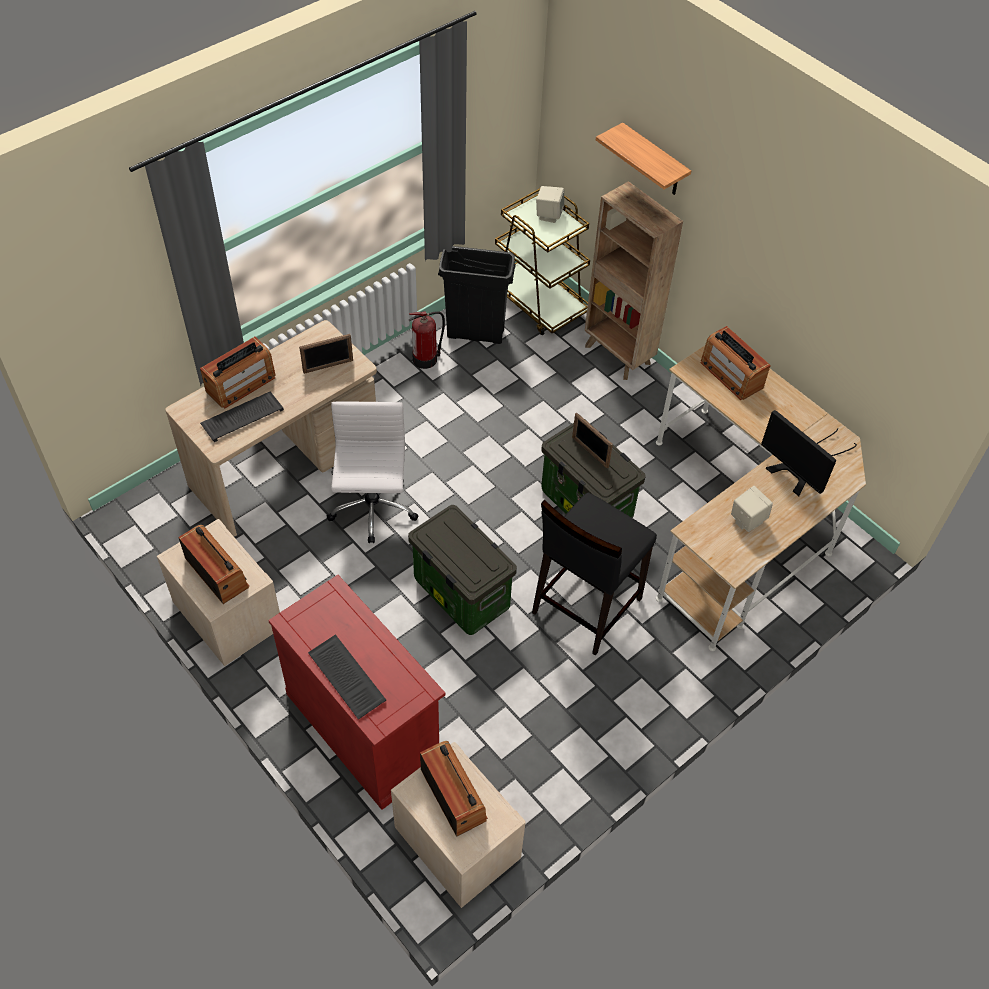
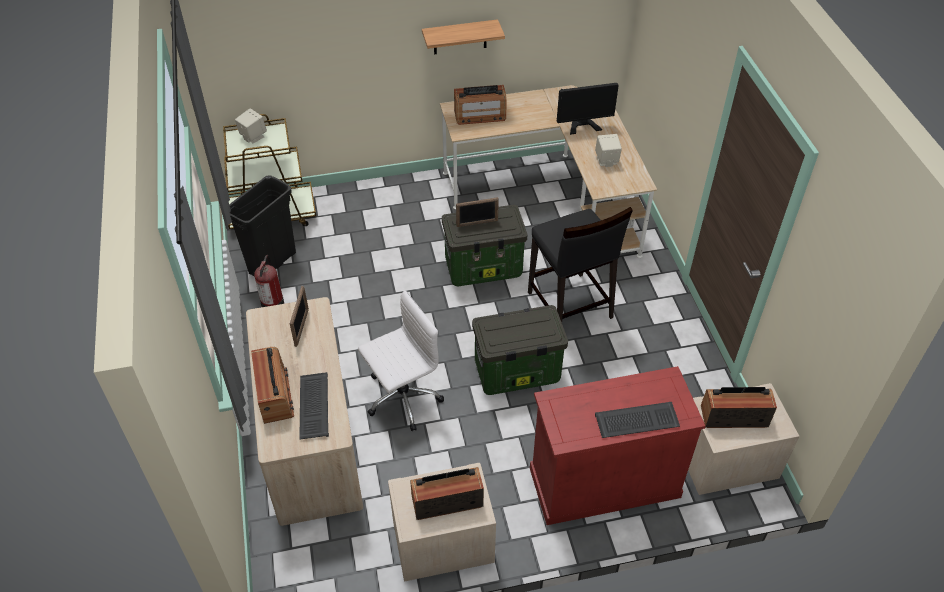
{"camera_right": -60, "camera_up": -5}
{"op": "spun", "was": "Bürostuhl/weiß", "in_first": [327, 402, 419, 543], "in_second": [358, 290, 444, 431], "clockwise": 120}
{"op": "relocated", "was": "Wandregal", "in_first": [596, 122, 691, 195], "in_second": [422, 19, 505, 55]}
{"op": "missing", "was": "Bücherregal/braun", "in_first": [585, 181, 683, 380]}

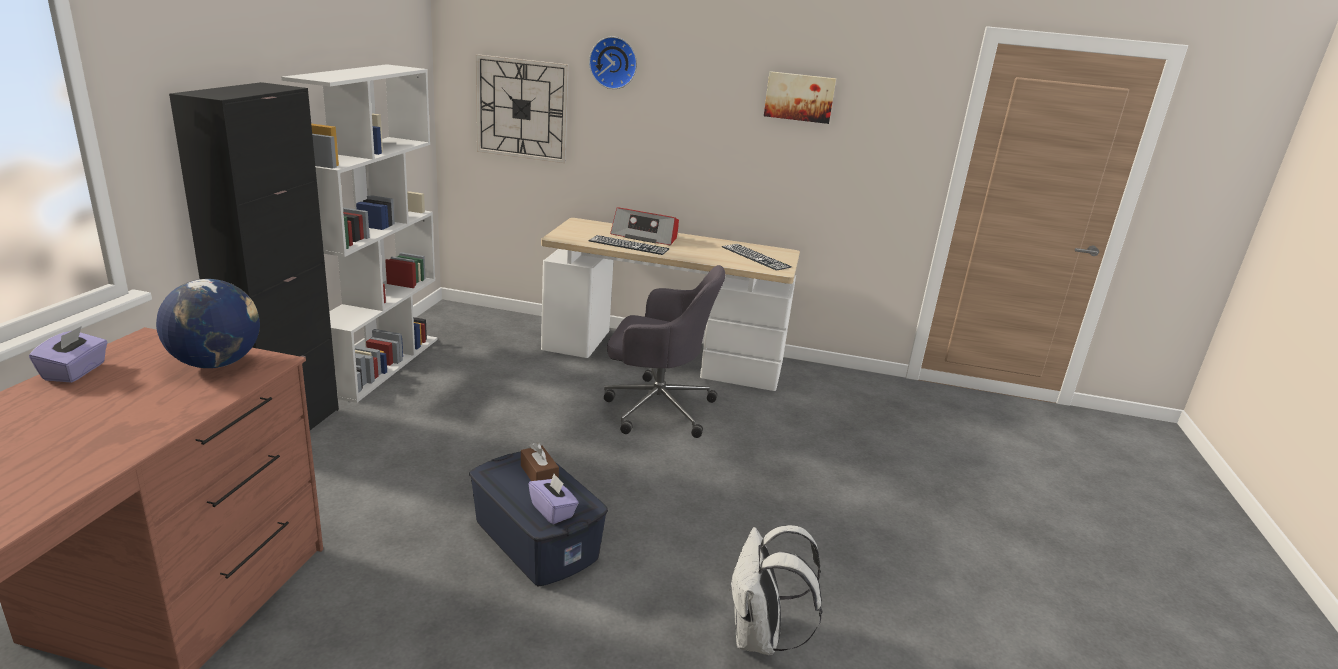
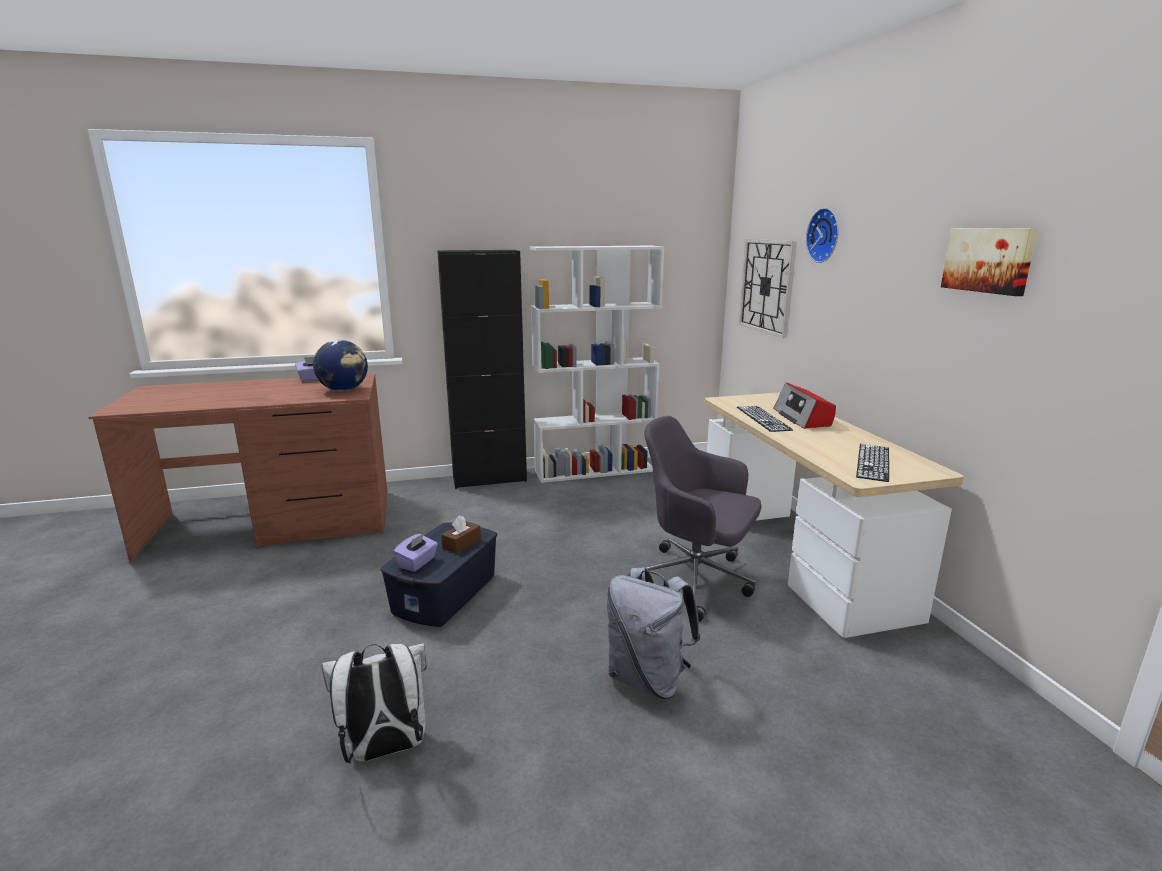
{"camera_right": 65, "camera_up": -5}
{"op": "appeared", "now": "Rucksack/grau", "in_second": [607, 567, 700, 699]}
{"op": "spun", "was": "Bürostuhl/grau", "in_first": [604, 265, 725, 438], "in_second": [628, 416, 762, 622], "clockwise": 135}

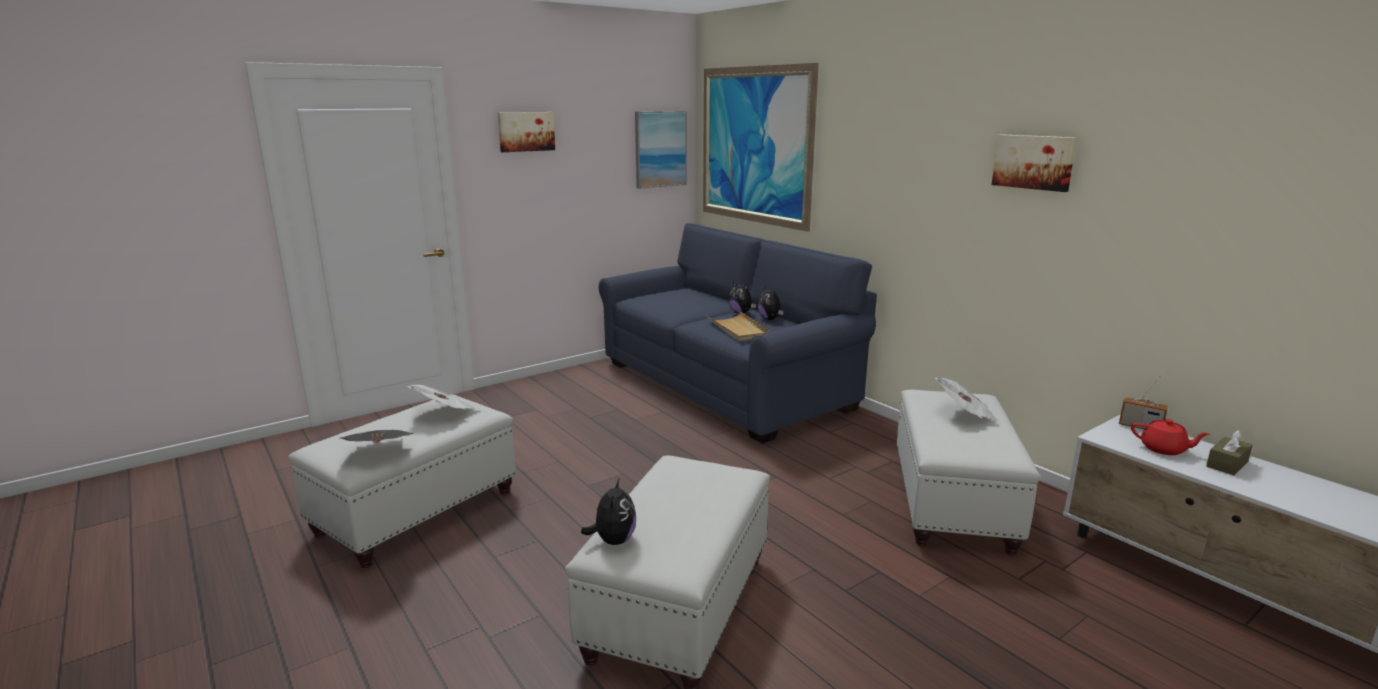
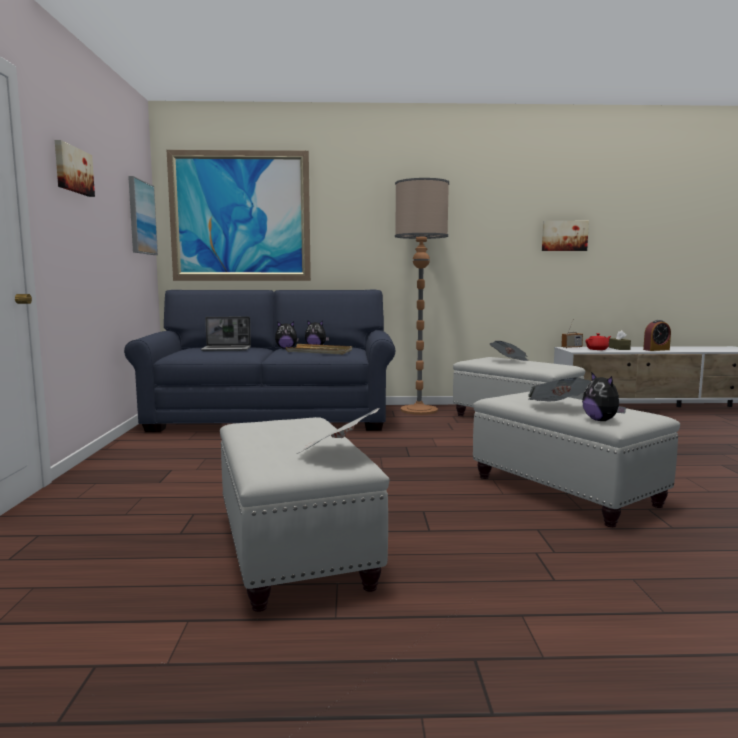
{"camera_right": -55, "camera_up": -10}
{"op": "appeared", "now": "Laptop", "in_second": [200, 317, 251, 351]}
{"op": "appeared", "now": "Stehlampe", "in_second": [395, 178, 449, 415]}
{"op": "relocated", "was": "Zeitung", "in_first": [406, 385, 480, 410], "in_second": [528, 377, 591, 402]}
{"op": "relocated", "was": "Bild", "in_first": [992, 135, 1077, 192], "in_second": [542, 221, 589, 251]}
{"op": "spun", "was": "Plüschtier", "in_first": [581, 477, 636, 545], "in_second": [582, 372, 626, 421], "clockwise": -150}
{"op": "appeared", "now": "Wecker", "in_second": [643, 320, 671, 351]}

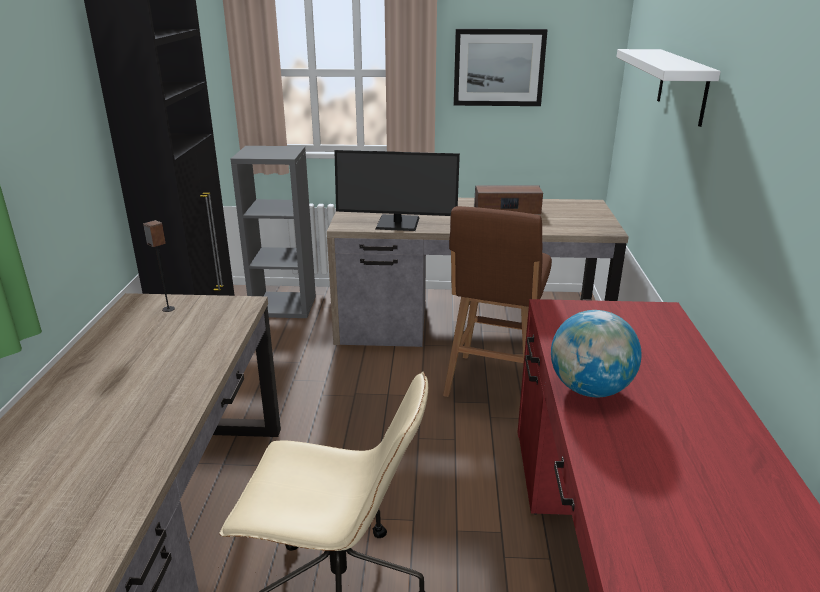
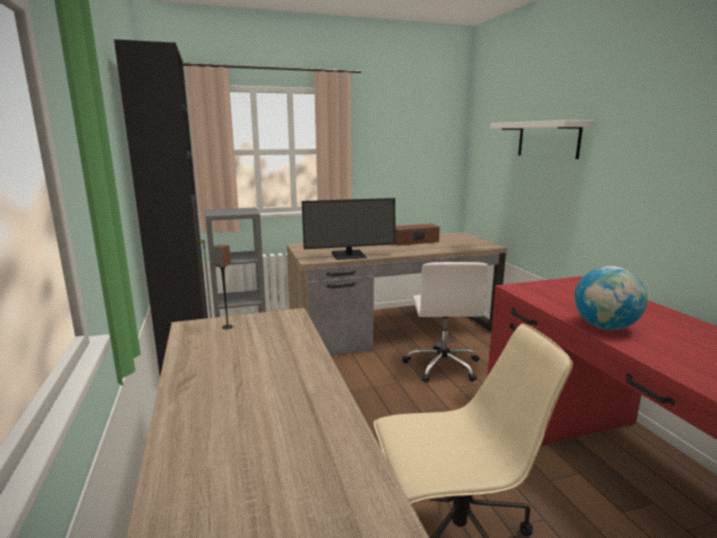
{"camera_right": -20, "camera_up": -10}
{"op": "exchanged", "was": "Hocker/braun", "now": "Bürostuhl/weiß", "in_first": [443, 206, 552, 397], "in_second": [402, 262, 488, 382]}
{"op": "missing", "was": "Bild", "in_first": [454, 29, 548, 106]}

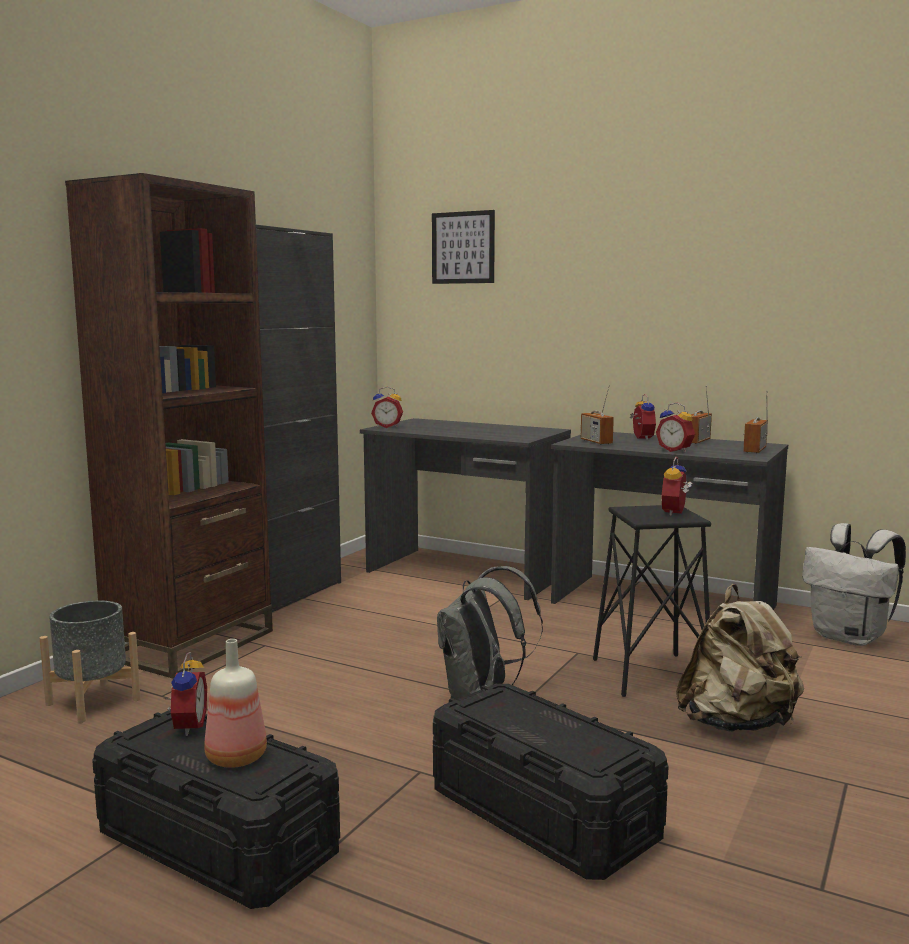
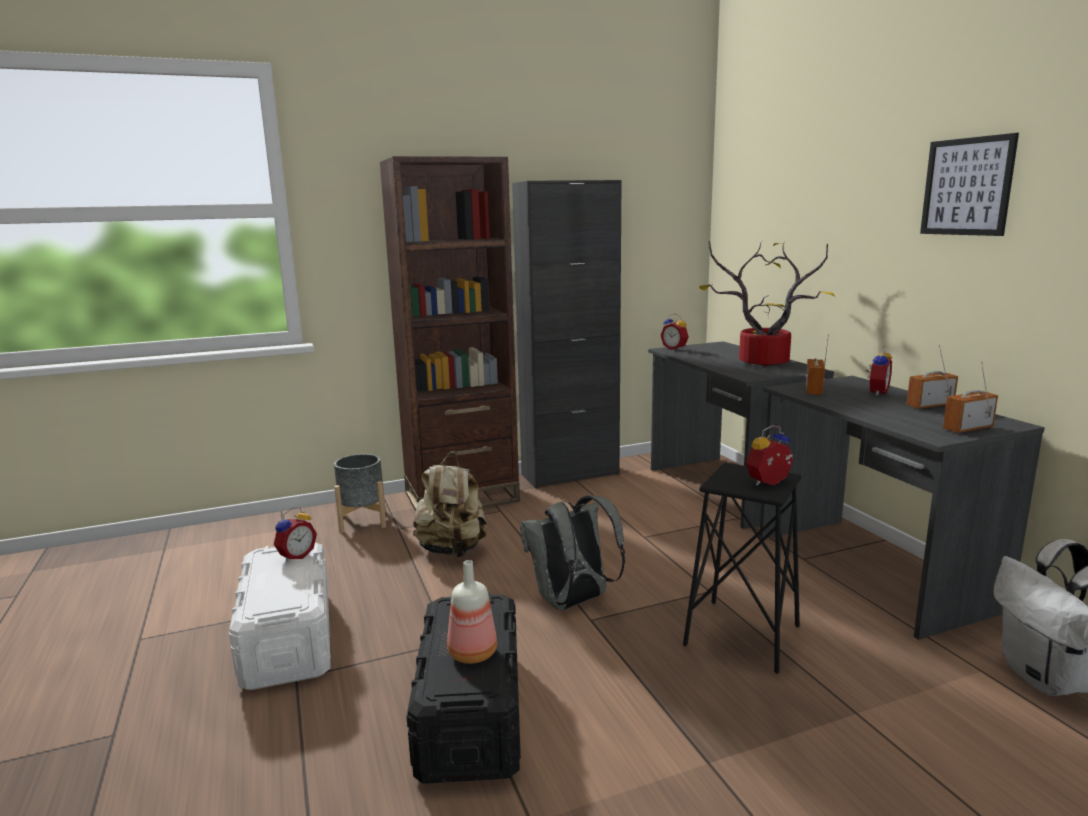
{"camera_right": 40, "camera_up": 5}
{"op": "colour", "was": "Aufbewahrungsbox/schwarz", "now": "Aufbewahrungsbox/weiß", "in_first": [92, 710, 340, 909], "in_second": [229, 543, 331, 690]}
{"op": "relocated", "was": "Rucksack/beige", "in_first": [676, 584, 804, 732], "in_second": [413, 454, 487, 557]}
{"op": "relocated", "was": "Flasche", "in_first": [204, 639, 267, 768], "in_second": [447, 560, 497, 664]}
{"op": "appeared", "now": "Topfpflanze", "in_second": [699, 241, 835, 366]}
{"op": "relocated", "was": "Bild", "in_first": [432, 210, 495, 284], "in_second": [920, 133, 1019, 236]}
{"op": "missing", "was": "Wecker", "in_first": [656, 402, 695, 453]}

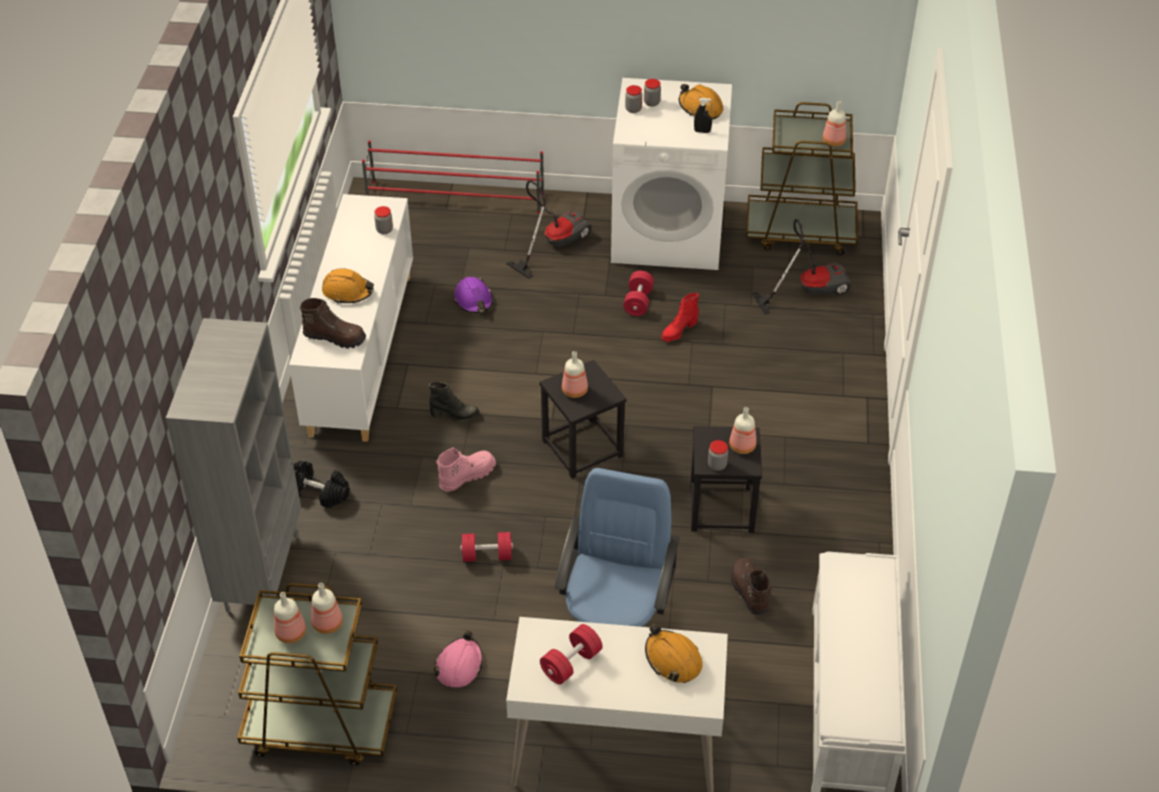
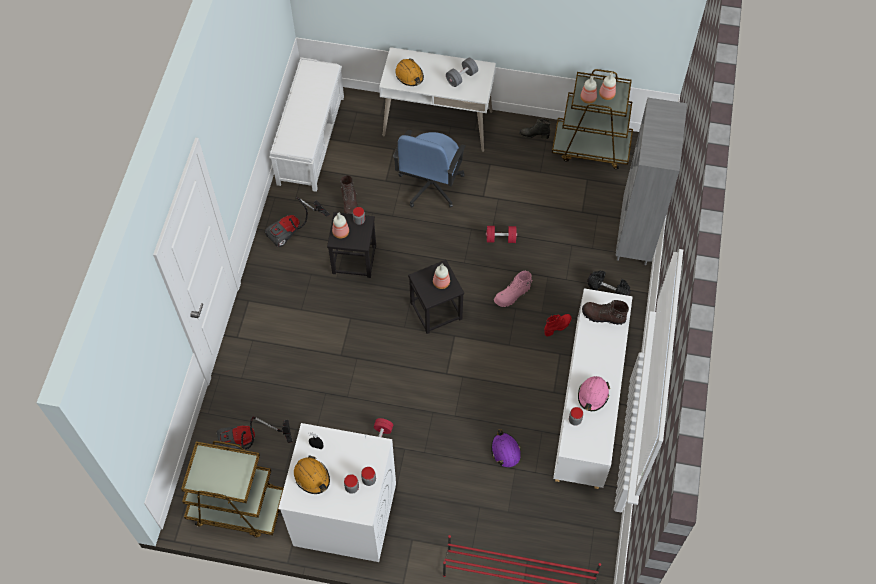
{"camera_right": -175, "camera_up": 15}
{"op": "relocated", "was": "Staubsauger", "in_first": [507, 180, 592, 279], "in_second": [265, 197, 330, 248]}
{"op": "colour", "was": "Hantel/rot", "now": "Hantel/grau", "in_first": [540, 624, 603, 684], "in_second": [446, 58, 478, 87]}
{"op": "relocated", "was": "Stiefel/schwarz", "in_first": [429, 381, 480, 422], "in_second": [519, 119, 551, 139]}
{"op": "relocated", "was": "Stiefel/rot", "in_first": [661, 293, 699, 342], "in_second": [544, 314, 572, 336]}
{"op": "relocated", "was": "Schutzhelm/rosa", "in_first": [434, 630, 483, 688], "in_second": [578, 376, 610, 411]}
{"op": "missing", "was": "Schutzhelm/orange", "in_first": [322, 269, 374, 304]}
{"op": "missing", "was": "Flasche", "in_first": [823, 101, 846, 147]}

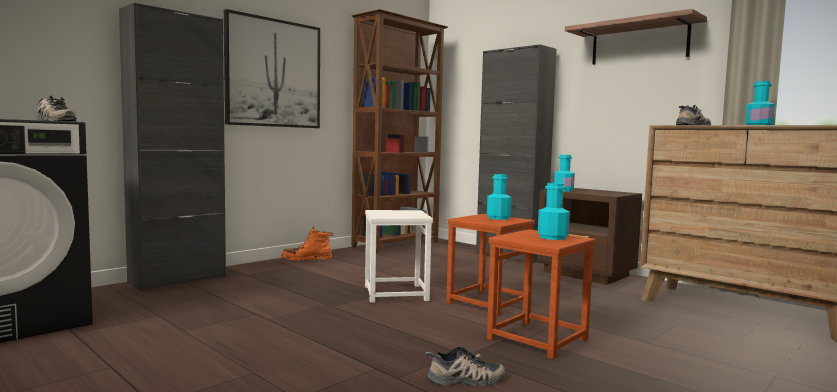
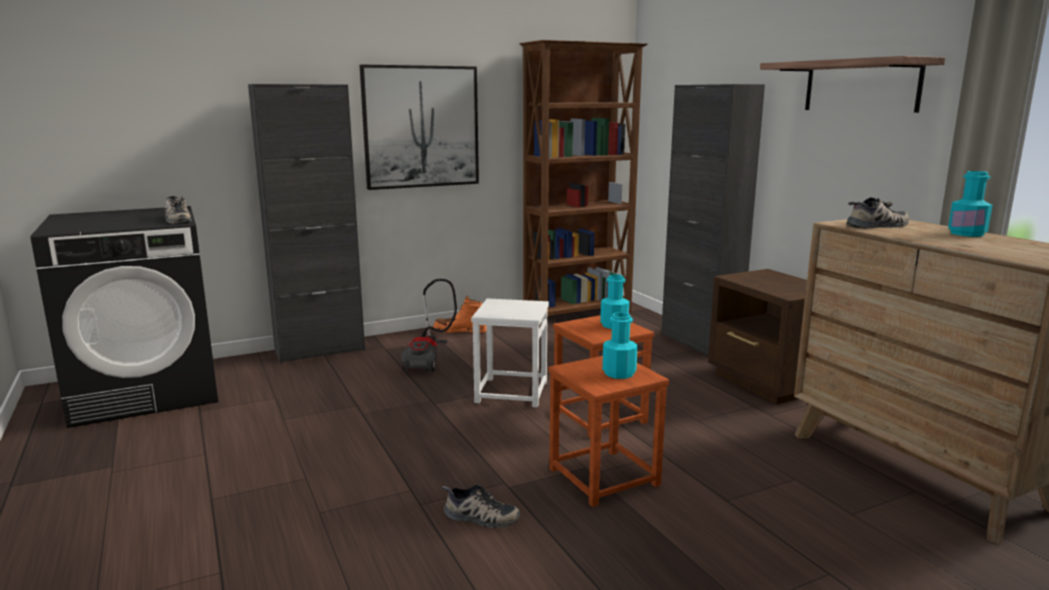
{"camera_right": 20, "camera_up": 10}
{"op": "appeared", "now": "Staubsauger", "in_second": [401, 279, 457, 372]}
{"op": "missing", "was": "Flasche/türkis", "in_first": [554, 155, 575, 191]}

